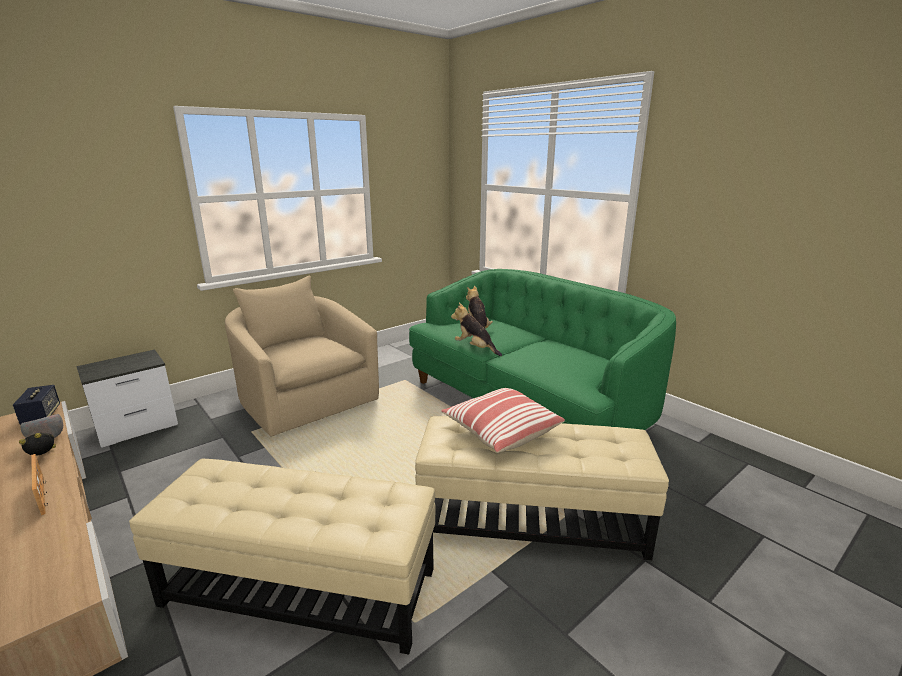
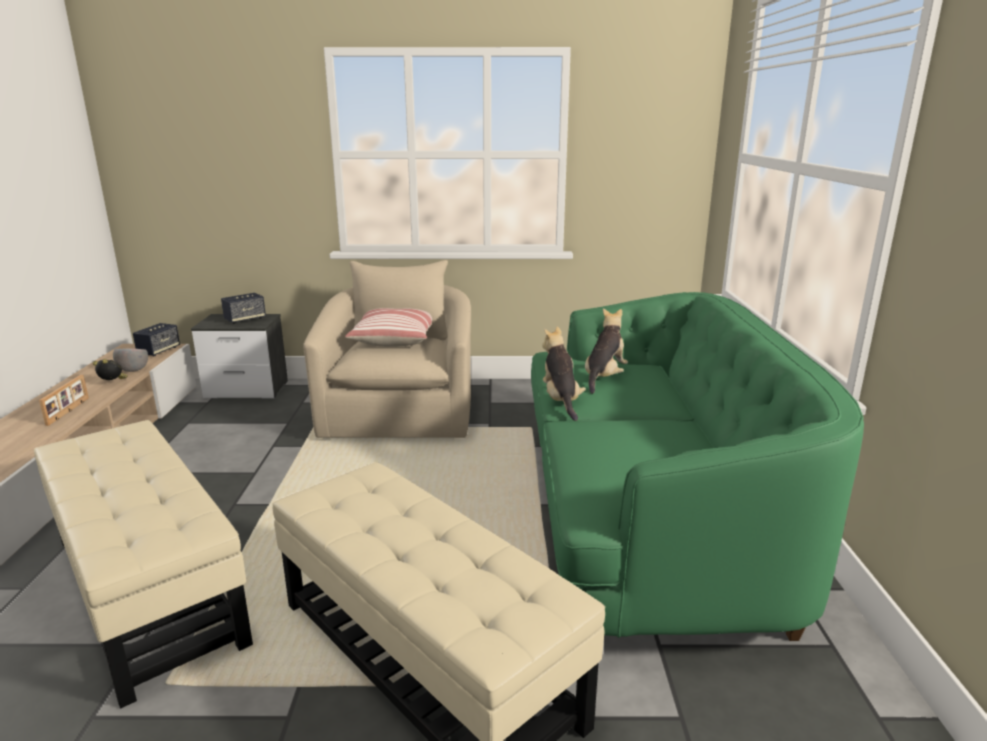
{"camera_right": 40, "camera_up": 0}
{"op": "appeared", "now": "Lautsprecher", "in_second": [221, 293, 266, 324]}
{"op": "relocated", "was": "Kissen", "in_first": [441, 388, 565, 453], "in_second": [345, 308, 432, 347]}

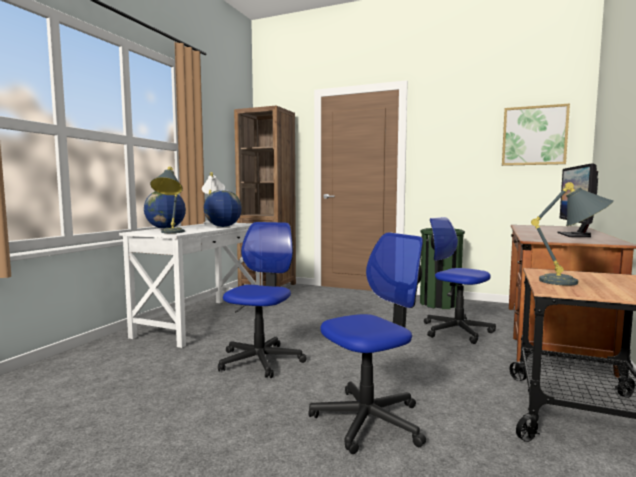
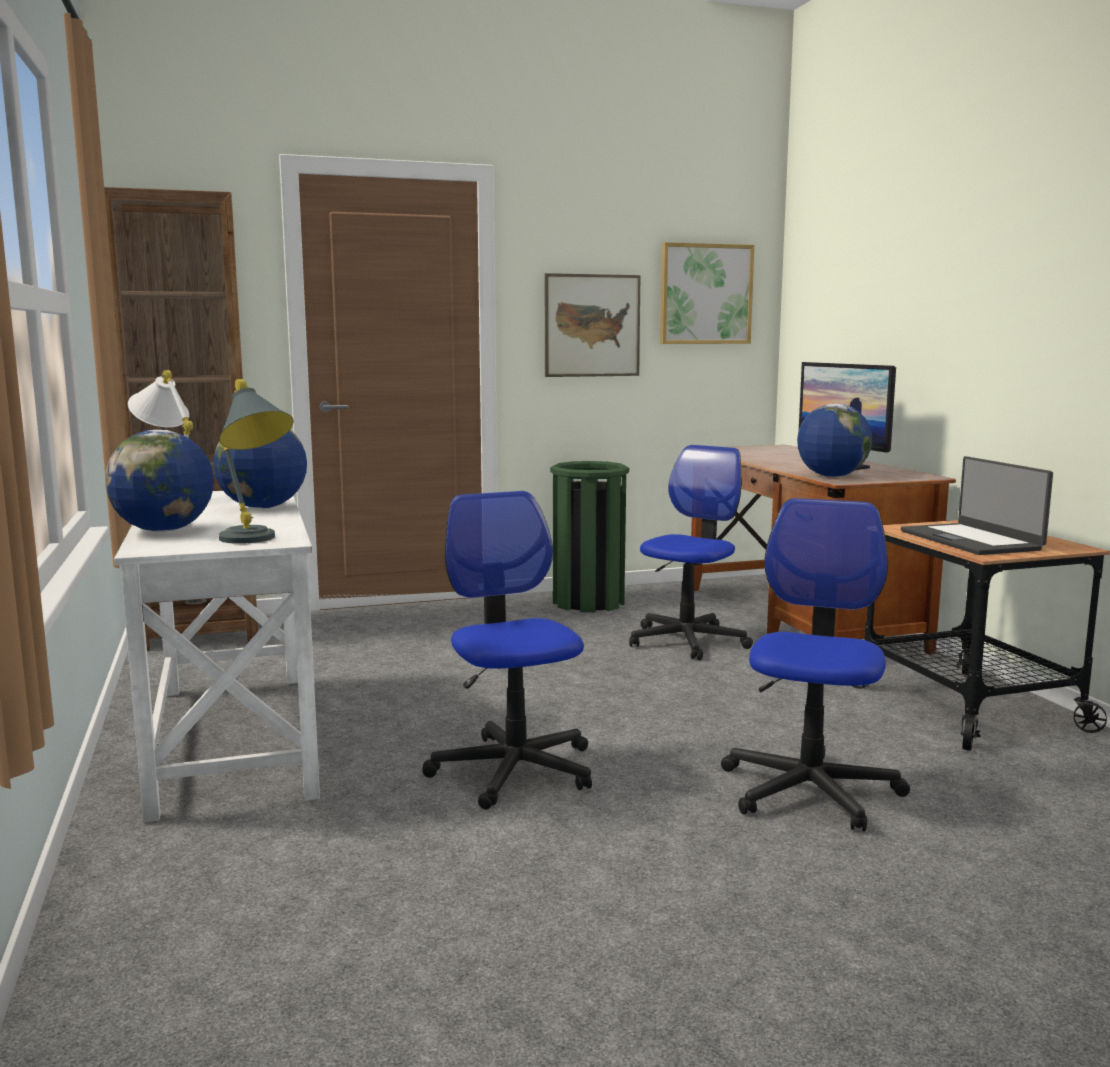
{"camera_right": -40, "camera_up": 5}
{"op": "appeared", "now": "Bild", "in_second": [545, 273, 641, 377]}
{"op": "spun", "was": "Bürostuhl", "in_first": [424, 217, 496, 344], "in_second": [629, 445, 753, 660], "clockwise": 120}
{"op": "appeared", "now": "Globus", "in_second": [797, 404, 872, 477]}
{"op": "exchanged", "was": "Tischlampe/grau", "now": "Laptop", "in_first": [531, 182, 614, 286], "in_second": [901, 456, 1053, 555]}

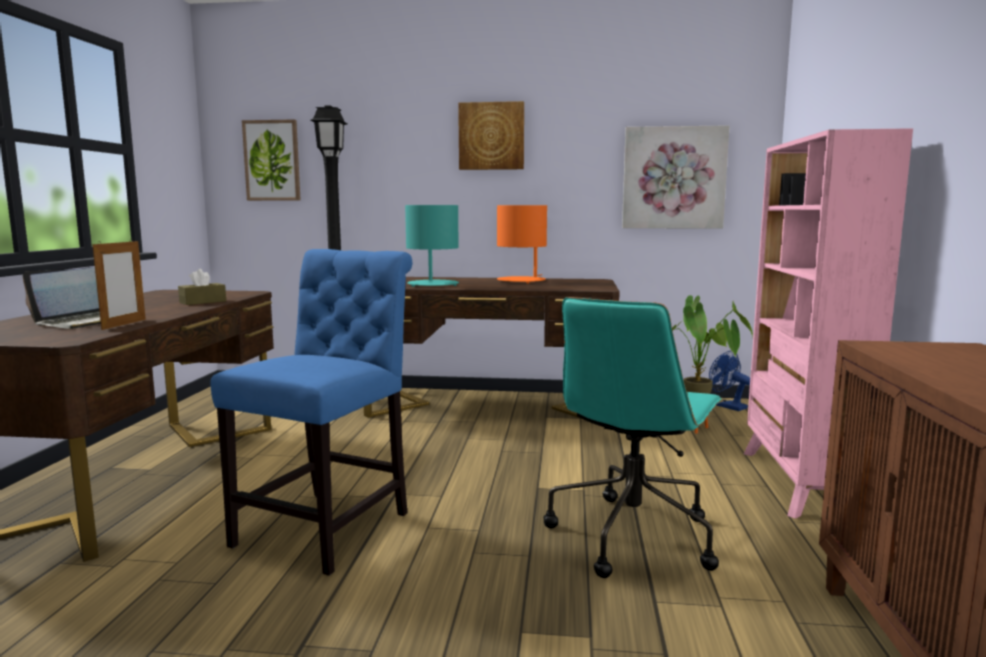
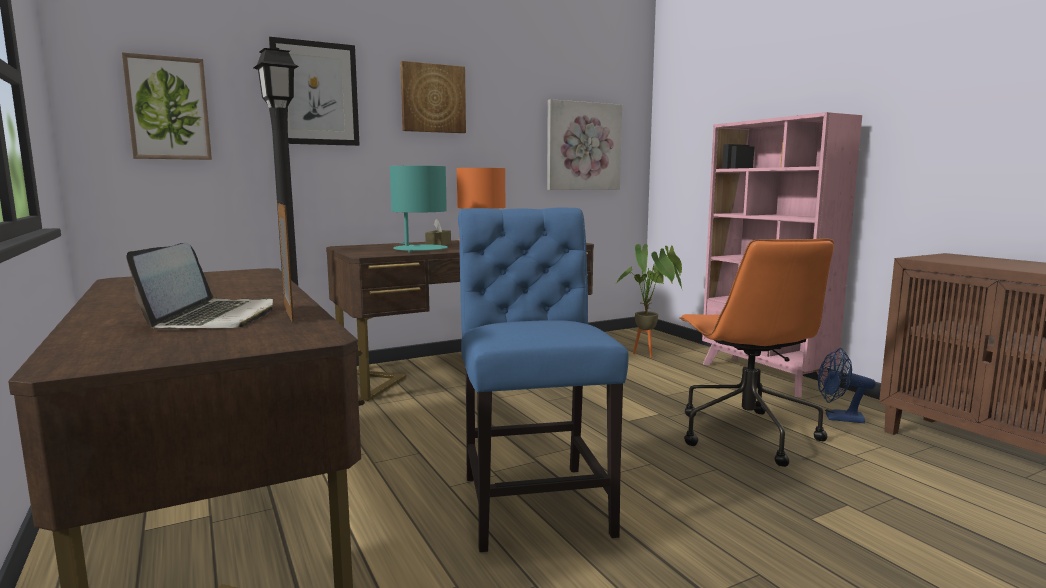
{"camera_right": -35, "camera_up": 0}
{"op": "appeared", "now": "Bild", "in_second": [269, 37, 359, 146]}
{"op": "relocated", "was": "Taschentuchbox/braun", "in_first": [178, 269, 226, 305], "in_second": [425, 219, 451, 246]}
{"op": "colour", "was": "Bürostuhl/türkis", "now": "Bürostuhl/orange", "in_first": [544, 297, 723, 578], "in_second": [679, 239, 834, 467]}
{"op": "relocated", "was": "Ventilator/blau", "in_first": [709, 351, 750, 411], "in_second": [818, 348, 876, 423]}

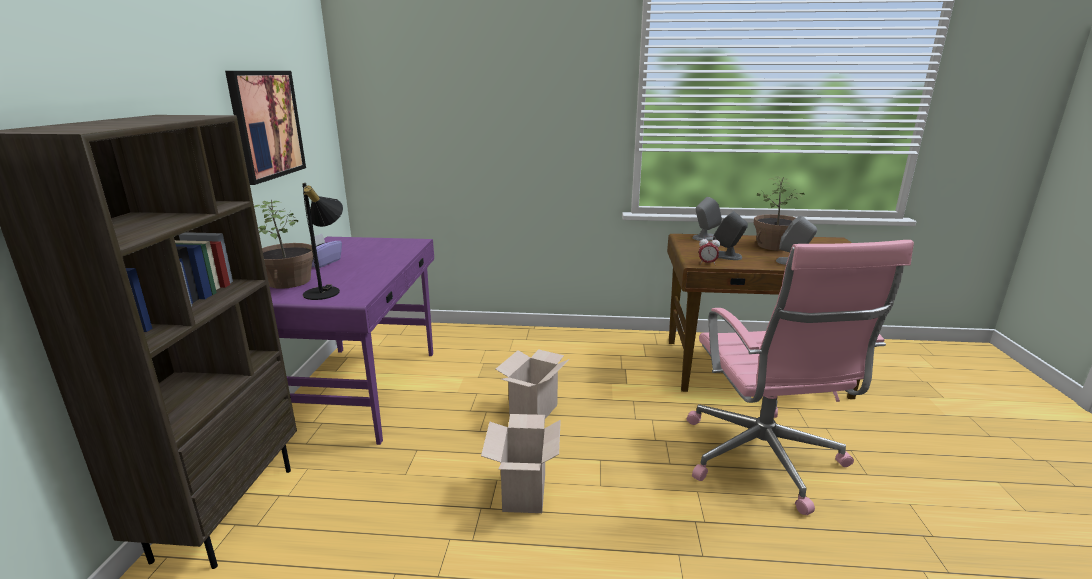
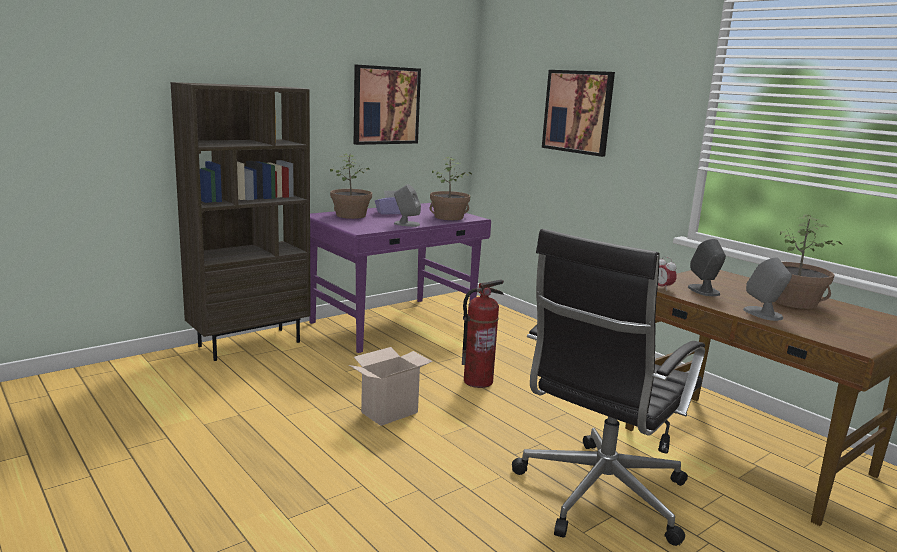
{"camera_right": 45, "camera_up": -5}
{"op": "relocated", "was": "Lautsprecher/grau", "in_first": [692, 197, 722, 241], "in_second": [394, 184, 421, 227]}
{"op": "appeared", "now": "Topfpflanze", "in_second": [430, 157, 472, 220]}
{"op": "exchanged", "was": "Karton", "now": "Feuerlöscher", "in_first": [496, 349, 569, 419], "in_second": [462, 280, 504, 388]}
{"op": "colour", "was": "Bürostuhl/rosa", "now": "Bürostuhl/schwarz", "in_first": [687, 240, 914, 515], "in_second": [512, 229, 705, 546]}
{"op": "appeared", "now": "Bild", "in_second": [542, 70, 615, 157]}
{"op": "missing", "was": "Tischlampe/schwarz", "in_first": [302, 183, 343, 300]}

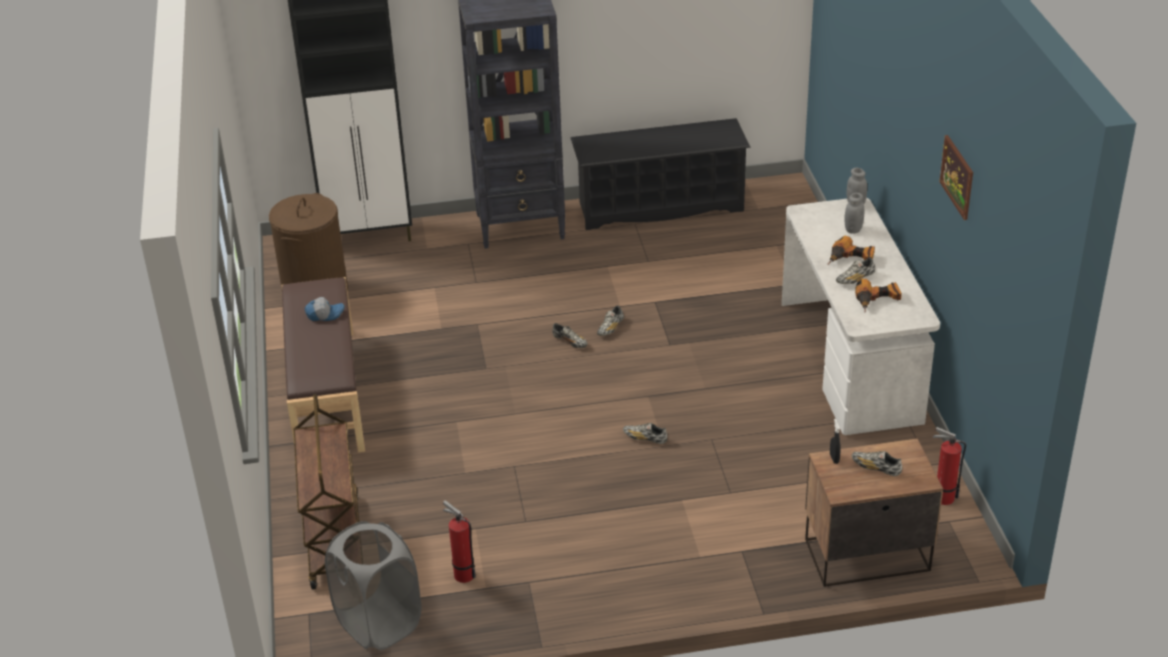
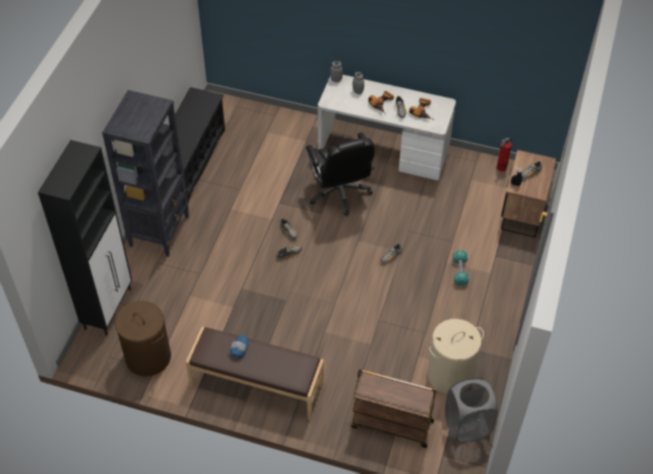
{"camera_right": -65, "camera_up": 15}
{"op": "appeared", "now": "Bürostuhl/schwarz", "in_second": [306, 133, 375, 216]}
{"op": "exchanged", "was": "Feuerlöscher", "now": "Wäschekorb/beige", "in_first": [442, 500, 476, 583], "in_second": [427, 319, 484, 394]}
{"op": "appeared", "now": "Hantel/türkis", "in_second": [453, 250, 469, 286]}
{"op": "missing", "was": "Bild", "in_first": [940, 135, 973, 220]}

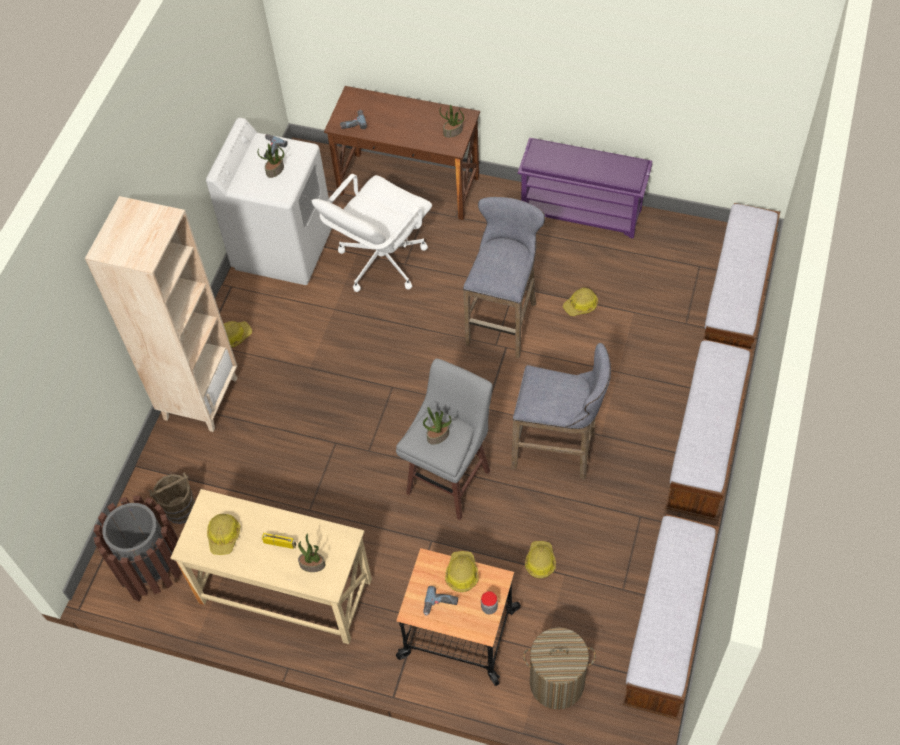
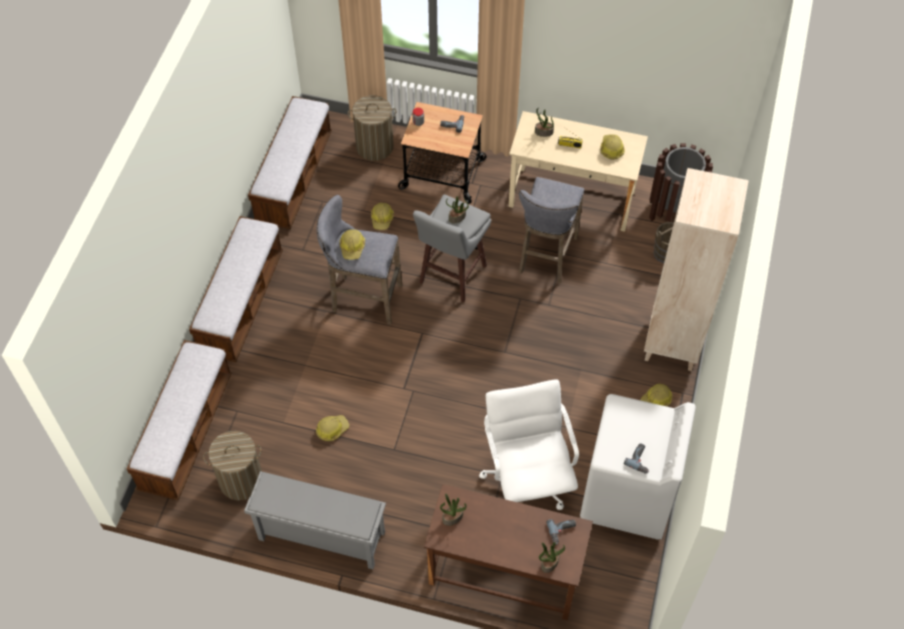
{"camera_right": 175, "camera_up": 0}
{"op": "appeared", "now": "Wäschekorb", "in_second": [203, 431, 262, 500]}
{"op": "colour", "was": "Schuhregal/lila", "now": "Schuhregal/grau", "in_first": [518, 138, 653, 239], "in_second": [244, 471, 386, 569]}
{"op": "relocated", "was": "Schutzhelm", "in_first": [445, 551, 478, 592], "in_second": [340, 230, 365, 260]}
{"op": "spun", "was": "Bürostuhl/weiß", "in_first": [312, 174, 432, 292], "in_second": [479, 379, 579, 510], "clockwise": -45}
{"op": "relocated", "was": "Hocker/grau", "in_first": [463, 197, 545, 358], "in_second": [519, 177, 584, 283]}
{"op": "relocated", "was": "Topfpflanze", "in_first": [258, 143, 284, 178], "in_second": [539, 542, 565, 573]}

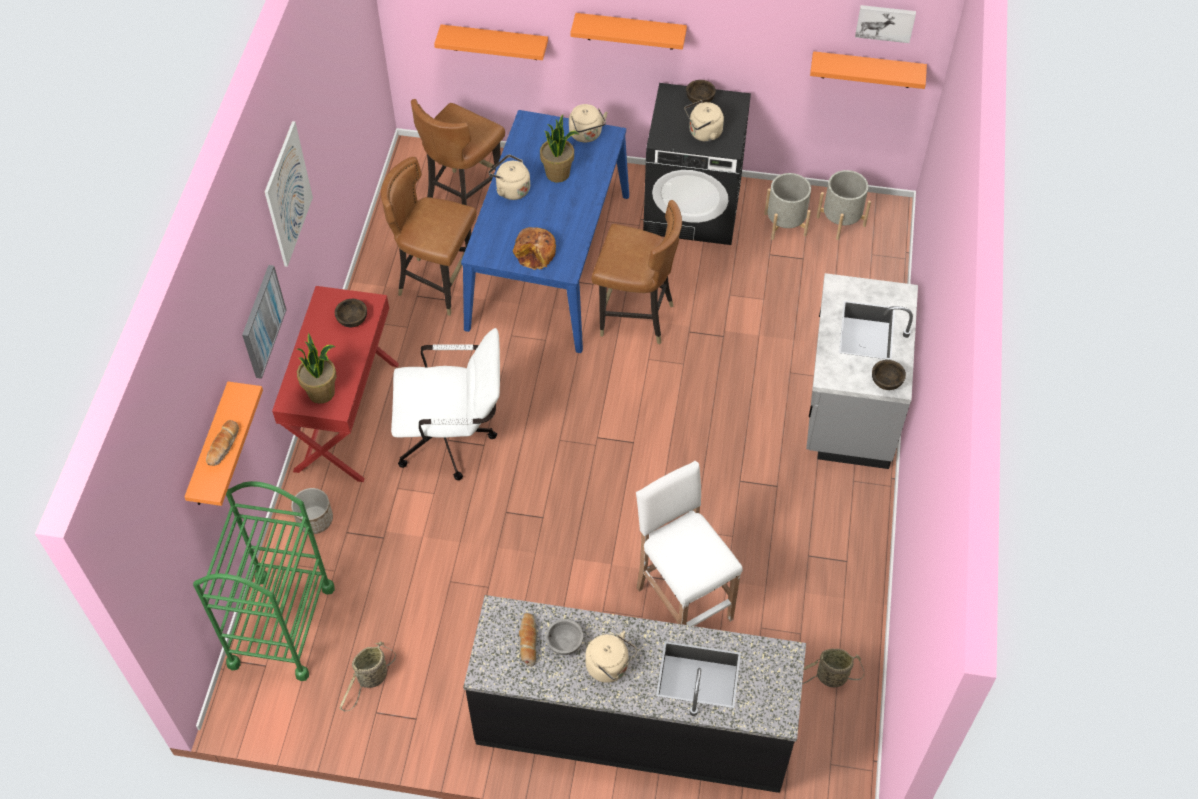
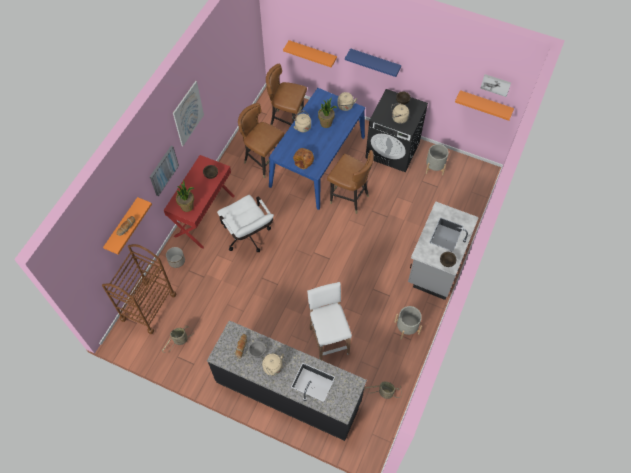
{"camera_right": 15, "camera_up": 5}
{"op": "colour", "was": "Rollwagen/grün", "now": "Rollwagen/braun", "in_first": [193, 481, 335, 681], "in_second": [102, 244, 176, 334]}
{"op": "spun", "was": "Bürostuhl/weiß", "in_first": [391, 328, 500, 480], "in_second": [217, 195, 274, 252], "clockwise": 45}
{"op": "spun", "was": "Stuhl/braun", "in_first": [411, 99, 505, 205], "in_second": [266, 64, 307, 125], "clockwise": 60}
{"op": "colour", "was": "Wandregal/orange", "now": "Wandregal/blau", "in_first": [570, 13, 687, 50], "in_second": [345, 48, 401, 77]}
{"op": "relocated", "was": "Pflanzkübel/grau", "in_first": [816, 170, 871, 240], "in_second": [394, 306, 422, 340]}

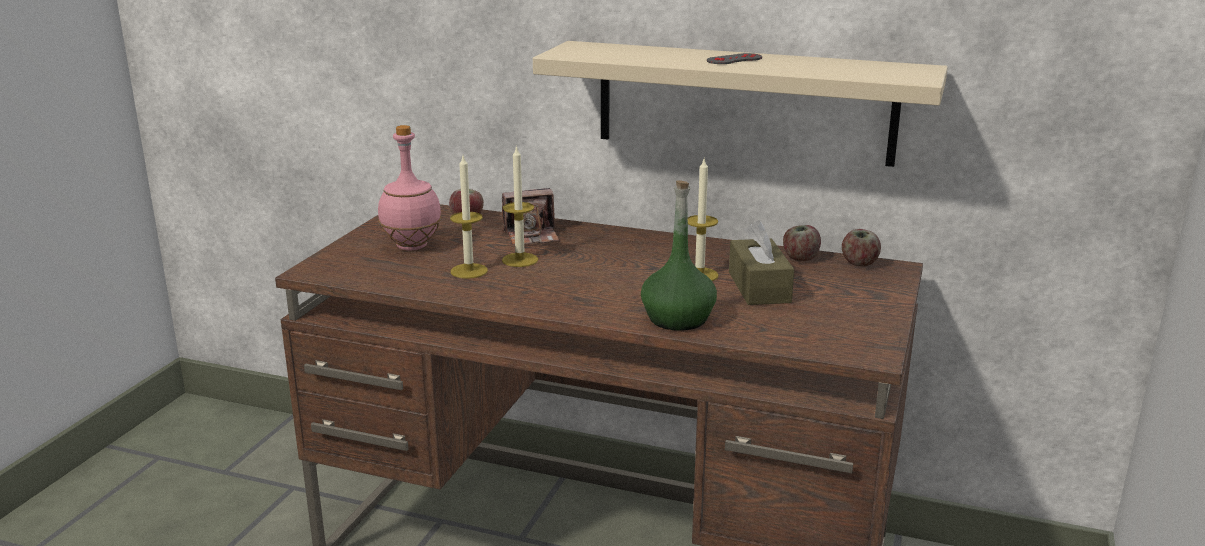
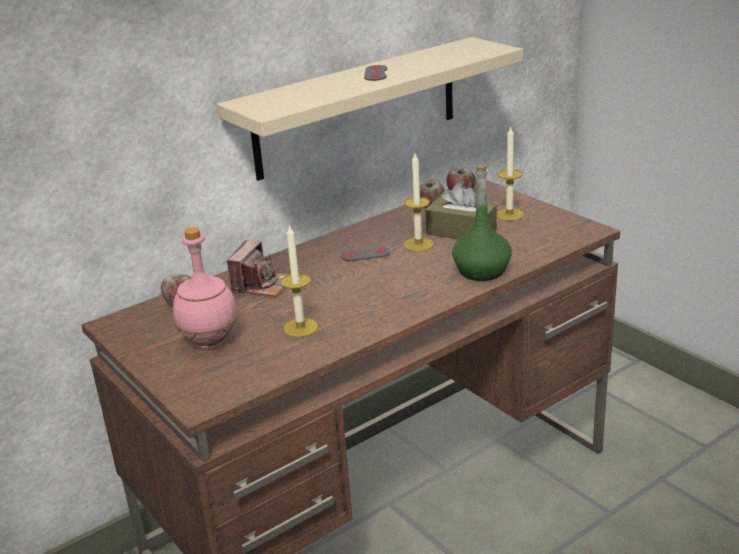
{"camera_right": -55, "camera_up": 5}
{"op": "appeared", "now": "Gamepad/grau", "in_second": [341, 246, 390, 261]}
{"op": "relocated", "was": "Kerze", "in_first": [502, 145, 538, 267], "in_second": [497, 126, 524, 221]}

